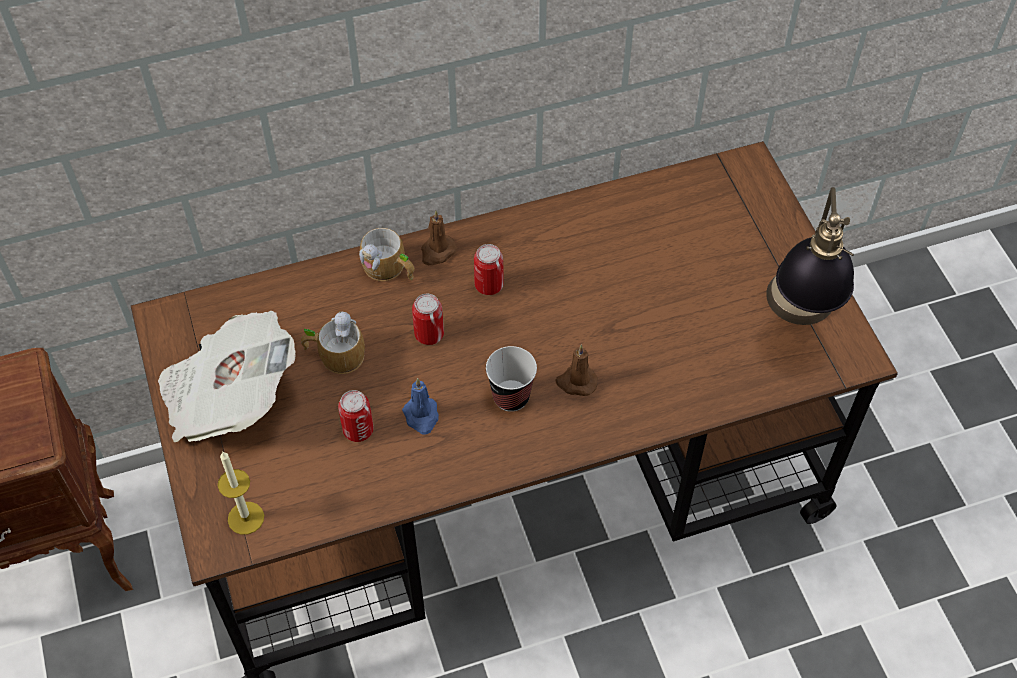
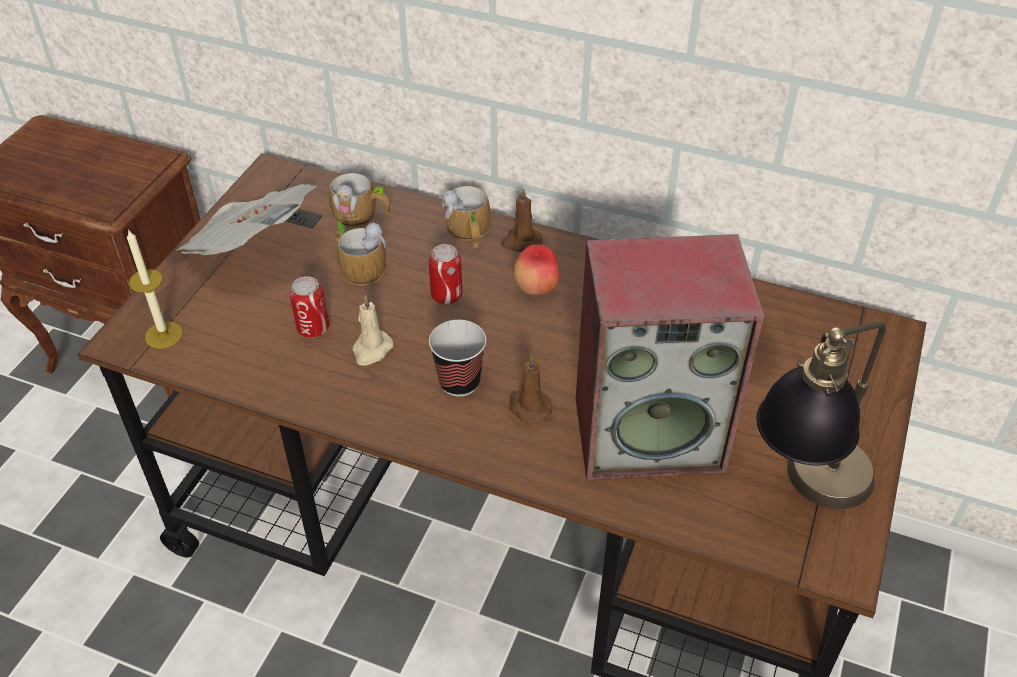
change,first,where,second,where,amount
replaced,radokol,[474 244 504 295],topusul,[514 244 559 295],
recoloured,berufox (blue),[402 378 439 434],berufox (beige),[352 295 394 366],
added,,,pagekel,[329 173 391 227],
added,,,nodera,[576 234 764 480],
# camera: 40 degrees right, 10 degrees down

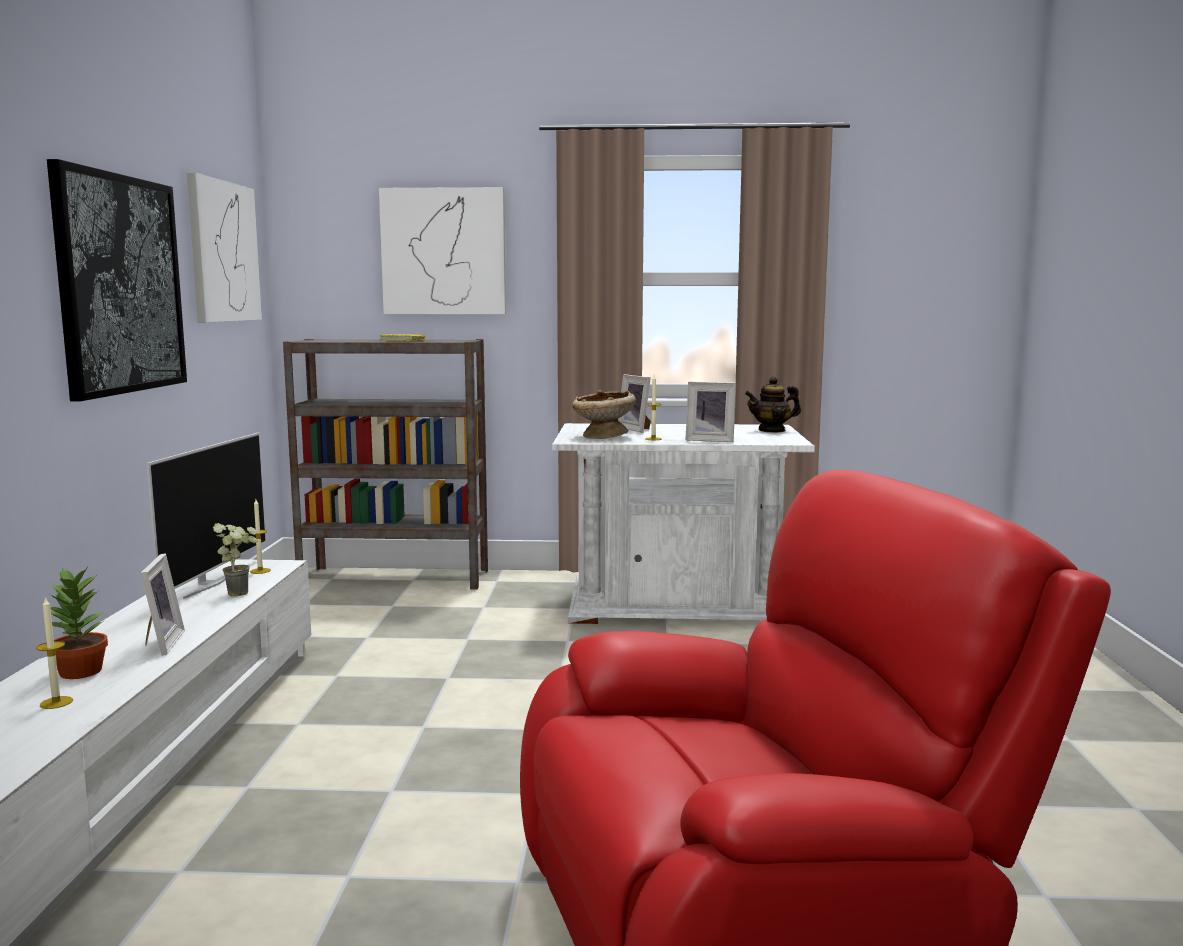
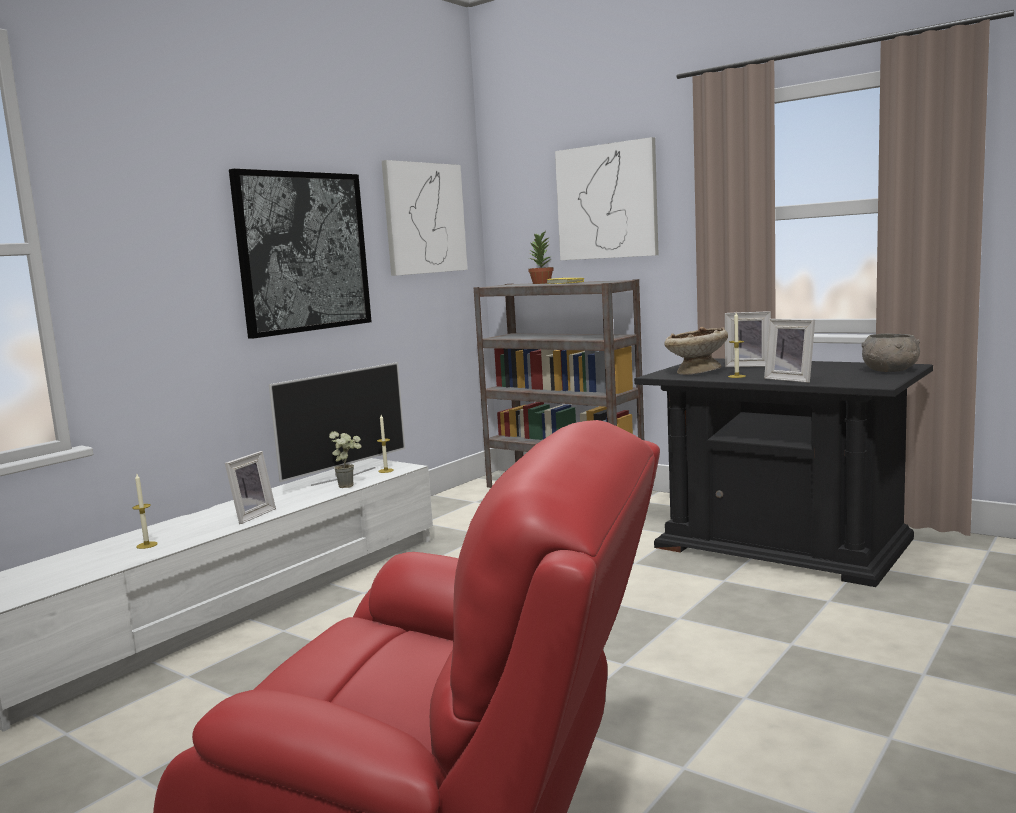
change,first,where,second,where,amount
turned,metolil,[618 374 651 432],,[725 311 771 367],75 degrees counterclockwise
replaced,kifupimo,[745 376 801 433],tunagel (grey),[861 334 920 372],
recoloured,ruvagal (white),[552 423 815 624],ruvagal (black),[634 358 933 587],
moved,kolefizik,[50 566 108 679],,[528 232 554 284],
# camera: 35 degrees right, 0 degrees up

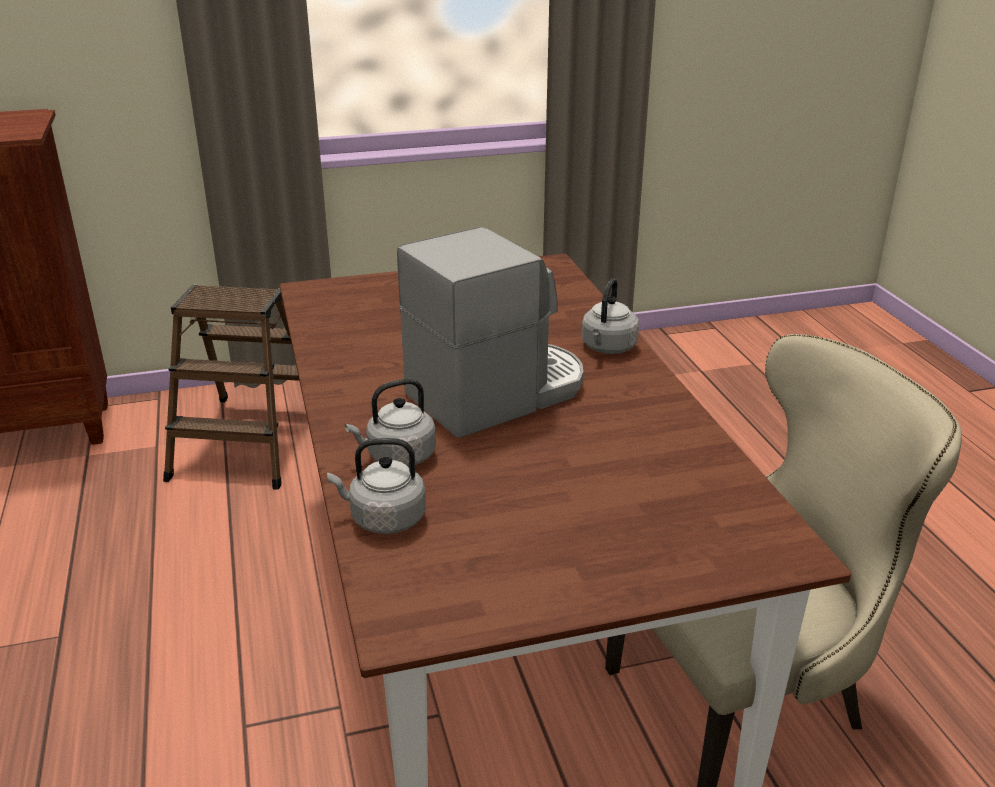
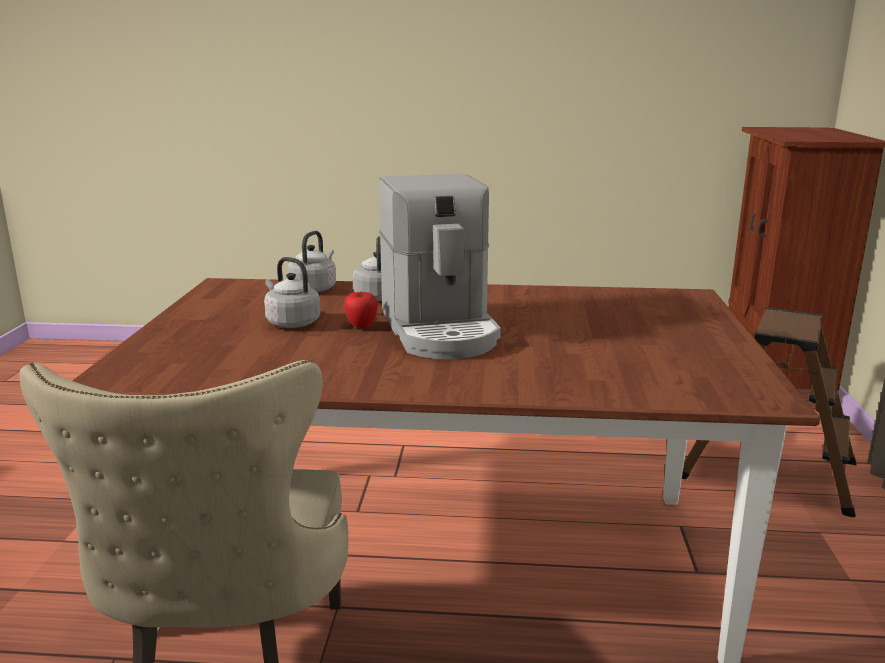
change,first,where,second,where,amount
moved,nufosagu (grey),[582 278 639 354],,[264 257 320 328],
added,,,topusul,[344 292 378 328],
# camera: 110 degrees right, 10 degrees down

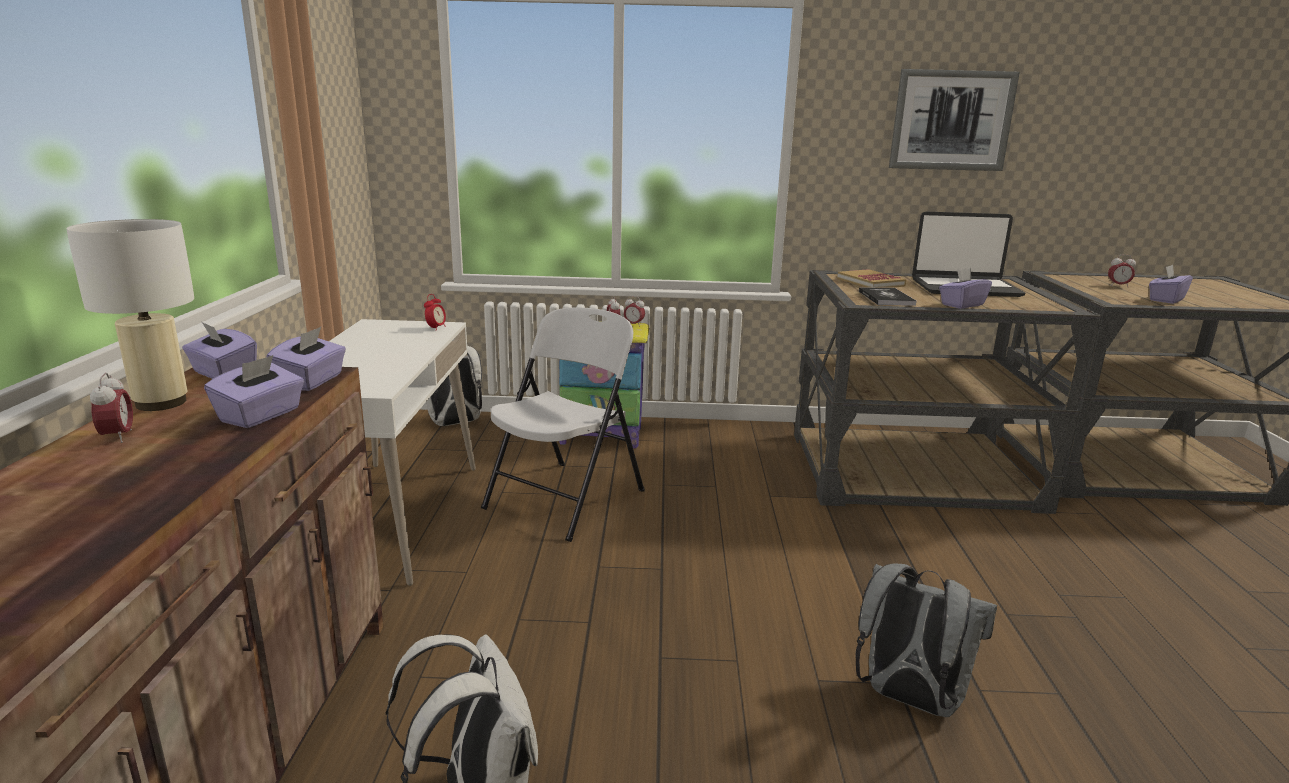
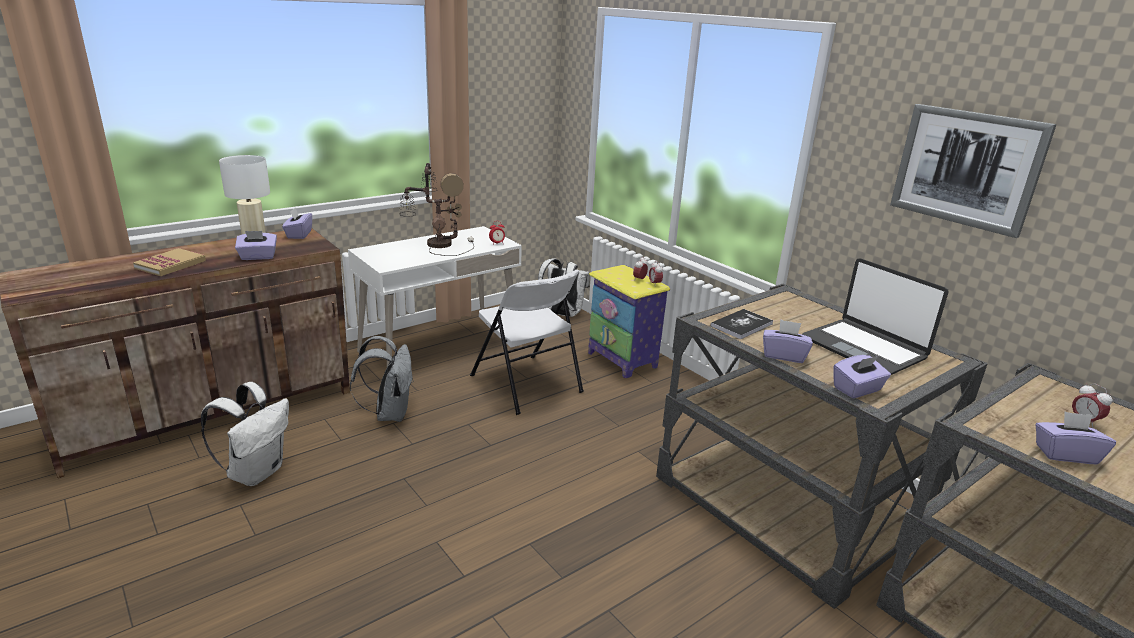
change,first,where,second,where,amount
moved,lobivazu,[837 269 906 288],,[133 248 206 276],
turned,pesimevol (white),[481 307 645 542],,[470 269 584 415],60 degrees clockwise
moved,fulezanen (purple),[267 327 346 391],,[833 355 891 398],
removed,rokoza,[90 373 133 443],,,
moved,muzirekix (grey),[855 563 997 717],,[350 336 414 422],
added,,,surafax,[400 163 474 256],
# camera: 50 degrees right, 5 degrees up

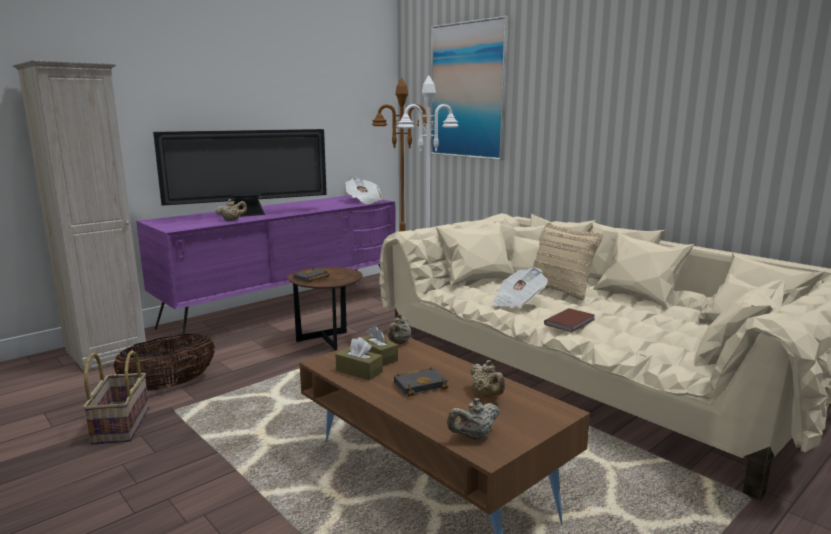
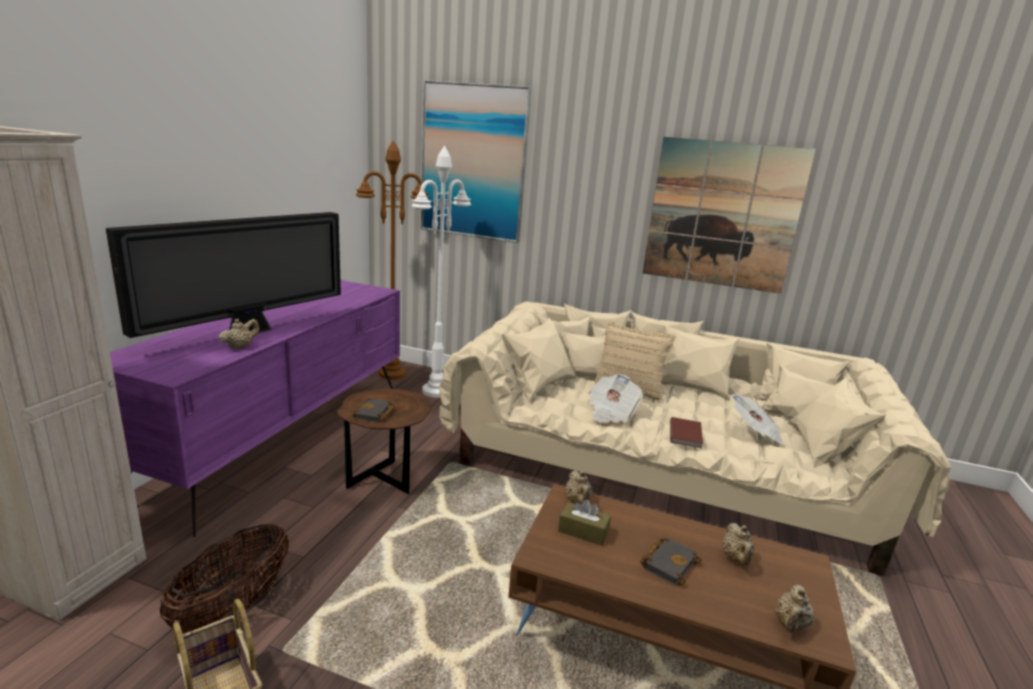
change,first,where,second,where,amount
moved,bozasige,[345 178 383 204],,[732 394 784 445],
removed,fulezanen (brown),[336 337 383 380],,,
turned,kifupimo (beige),[470 360 505 397],,[722 523 754 566],60 degrees clockwise
added,,,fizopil,[642 137 816 294],
# camera: 30 degrees left, 5 degrees up

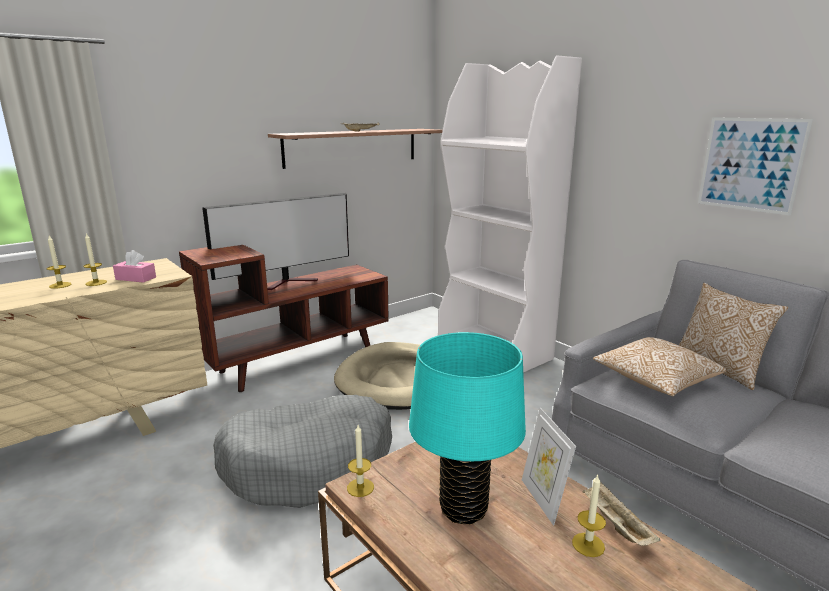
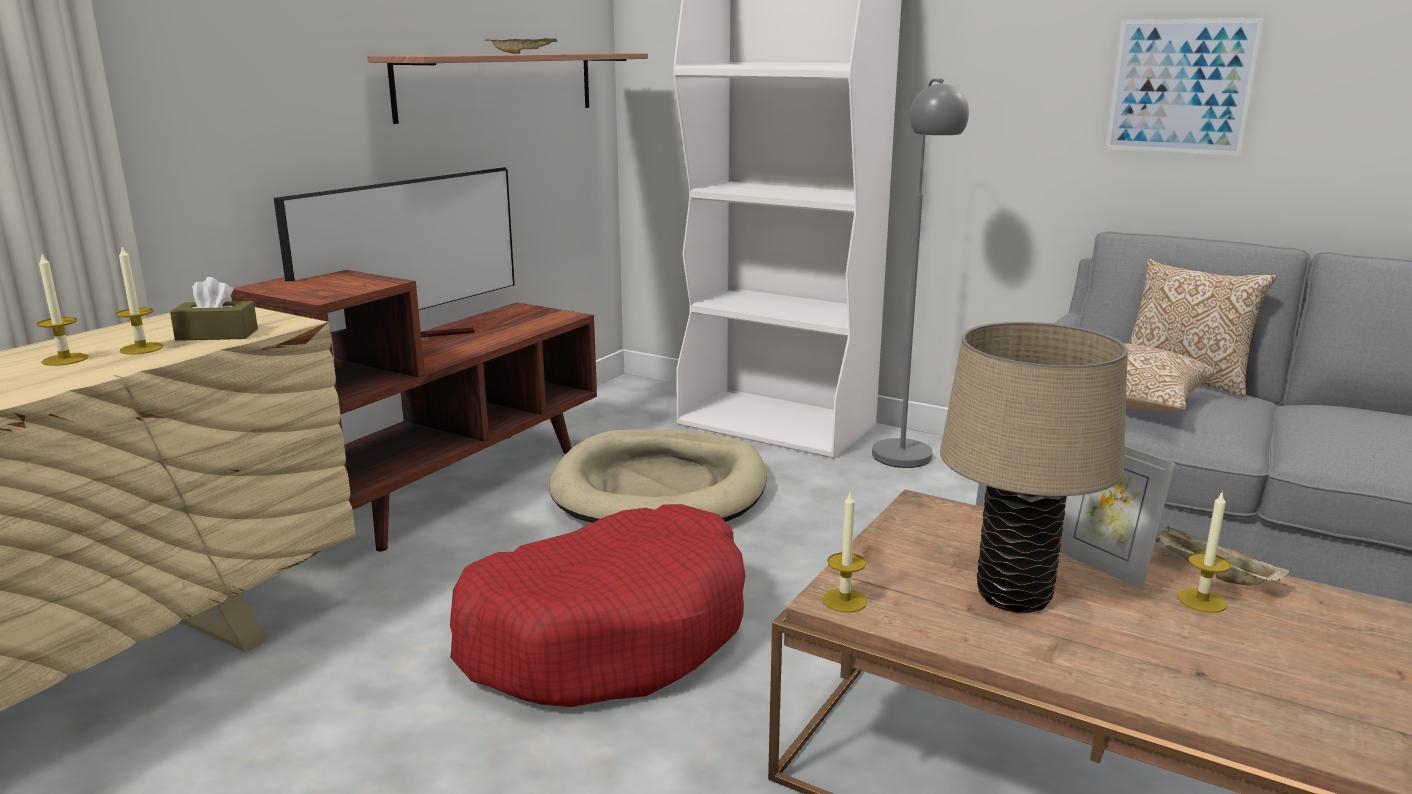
change,first,where,second,where,amount
recoloured,fulezanen (pink),[113 250 156 283],fulezanen (brown),[170 277 258 341],
recoloured,surafax (turquoise),[409 332 526 525],surafax (beige),[940 322 1128 613],
recoloured,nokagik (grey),[213 395 392 508],nokagik (red),[450 504 746 707],
added,,,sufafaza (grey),[872 78 969 468],
# camera: 20 degrees left, 0 degrees up

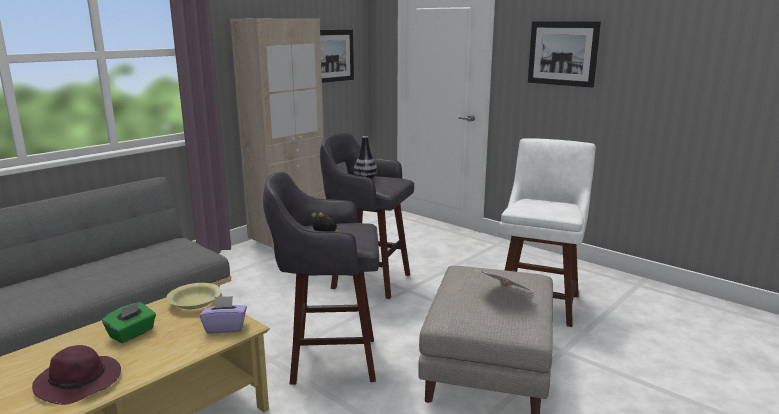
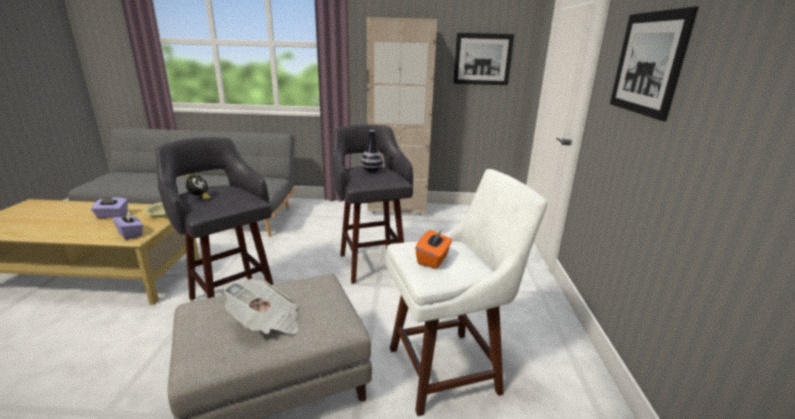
change,first,where,second,where,amount
recoloured,fulezanen (green),[102 302 156 343],fulezanen (purple),[91 197 128 218],
removed,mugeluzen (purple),[32 345 121 405],,,
added,,,fulezanen (orange),[415 229 452 269],
# camera: 50 degrees right, 5 degrees up

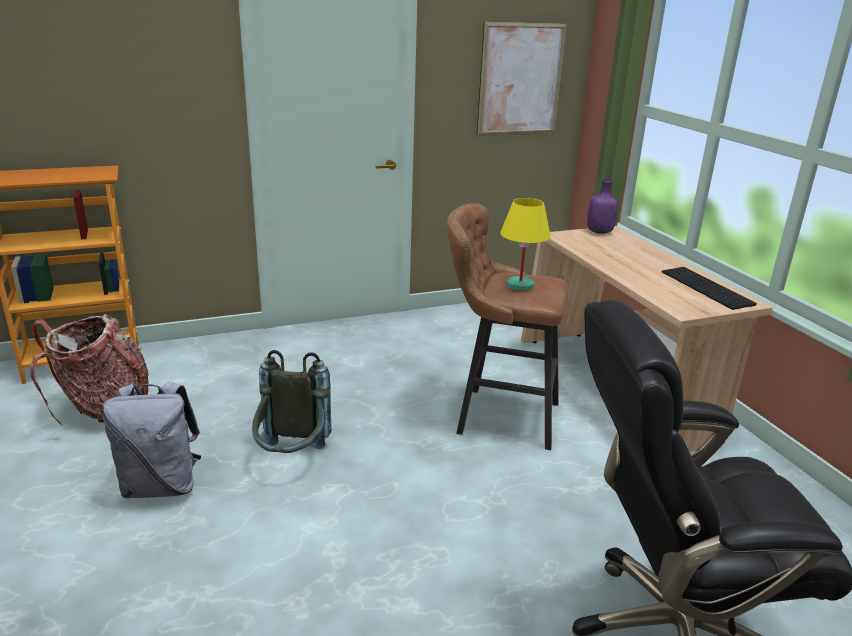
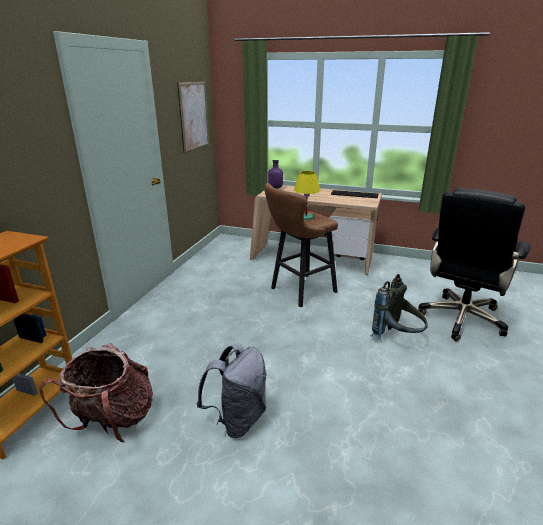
change,first,where,second,where,amount
moved,muzirekix (grey),[252 350 331 453],,[370 274 428 340],
# camera: 50 degrees left, 0 degrees up

